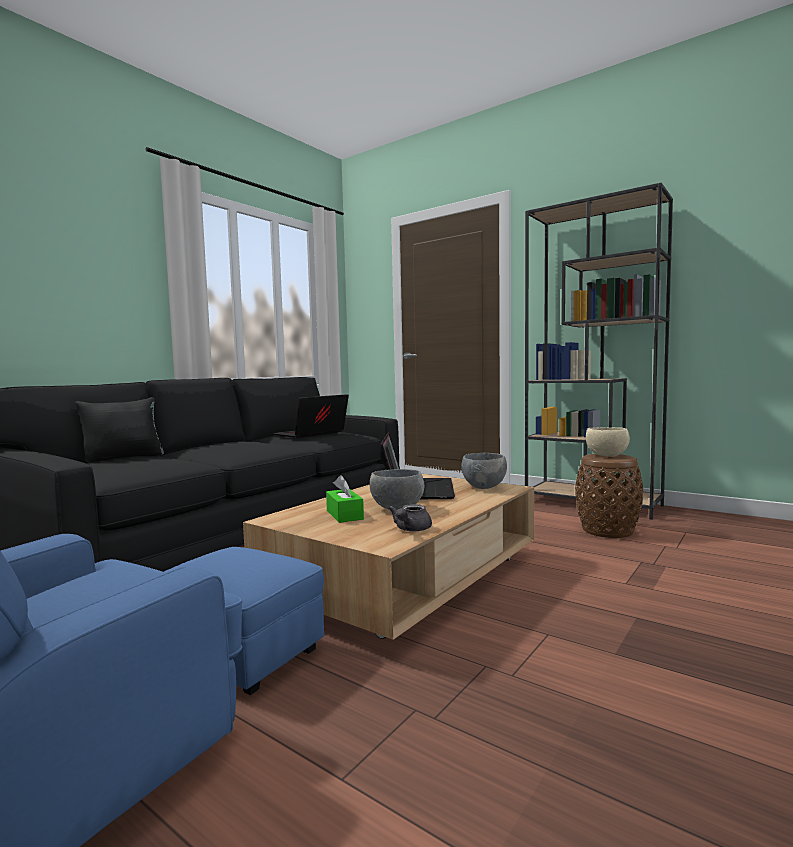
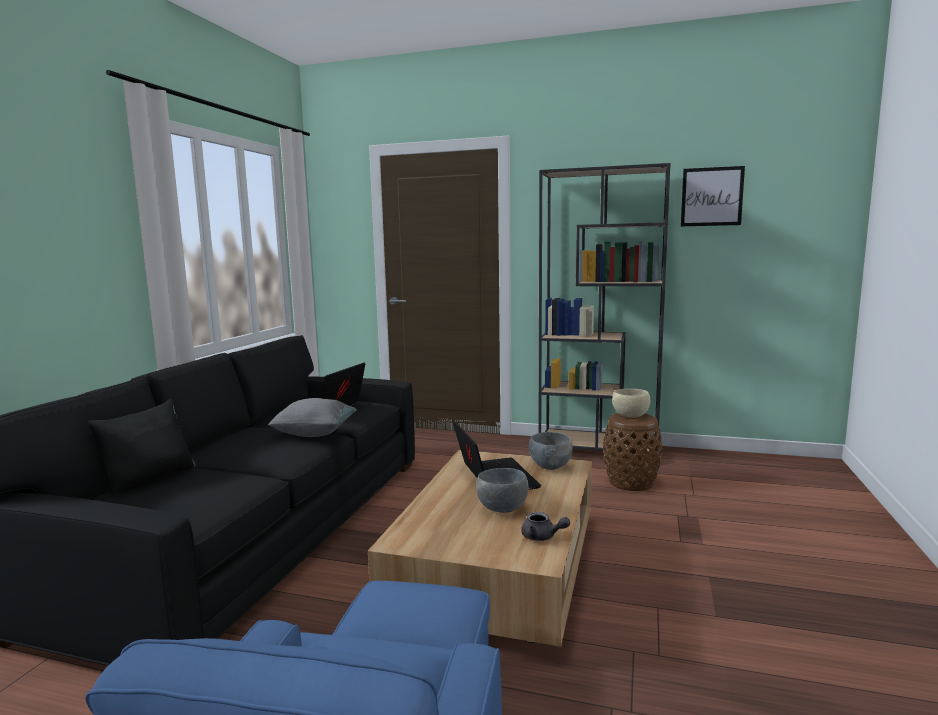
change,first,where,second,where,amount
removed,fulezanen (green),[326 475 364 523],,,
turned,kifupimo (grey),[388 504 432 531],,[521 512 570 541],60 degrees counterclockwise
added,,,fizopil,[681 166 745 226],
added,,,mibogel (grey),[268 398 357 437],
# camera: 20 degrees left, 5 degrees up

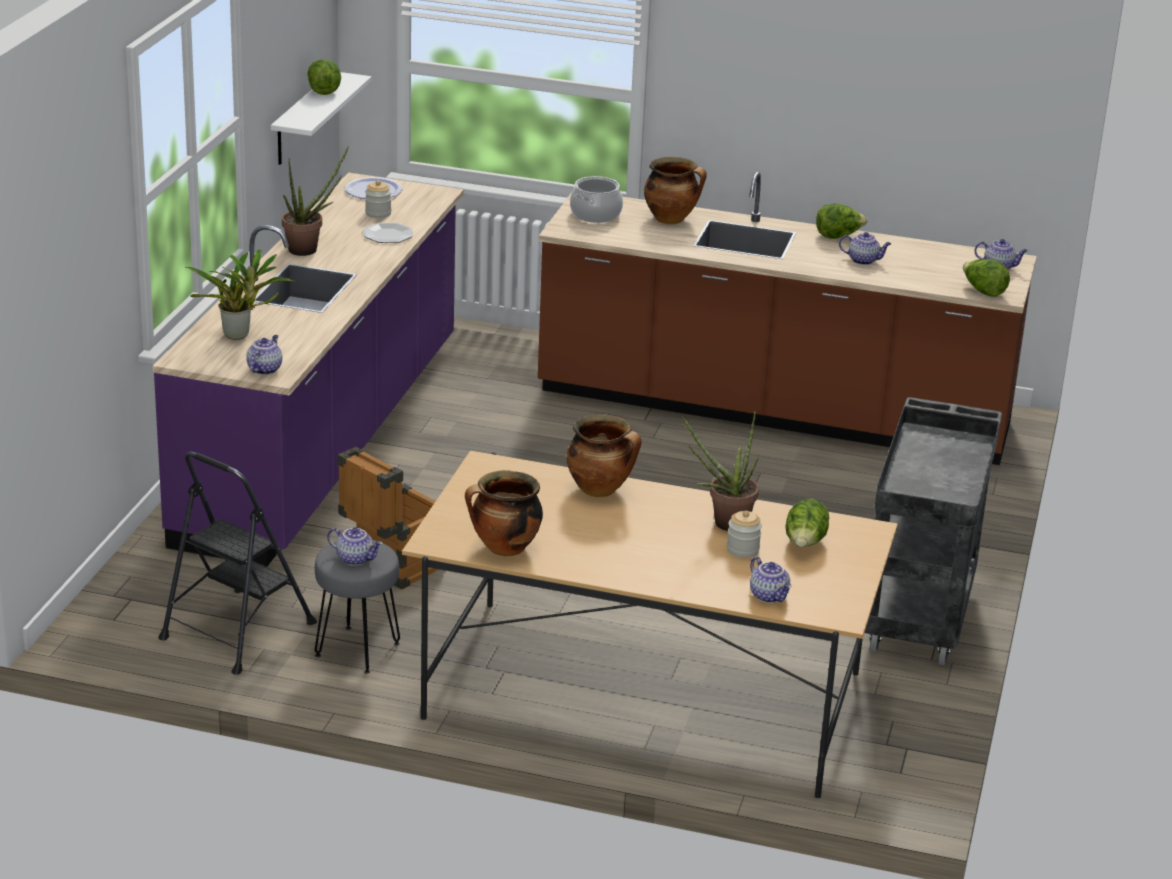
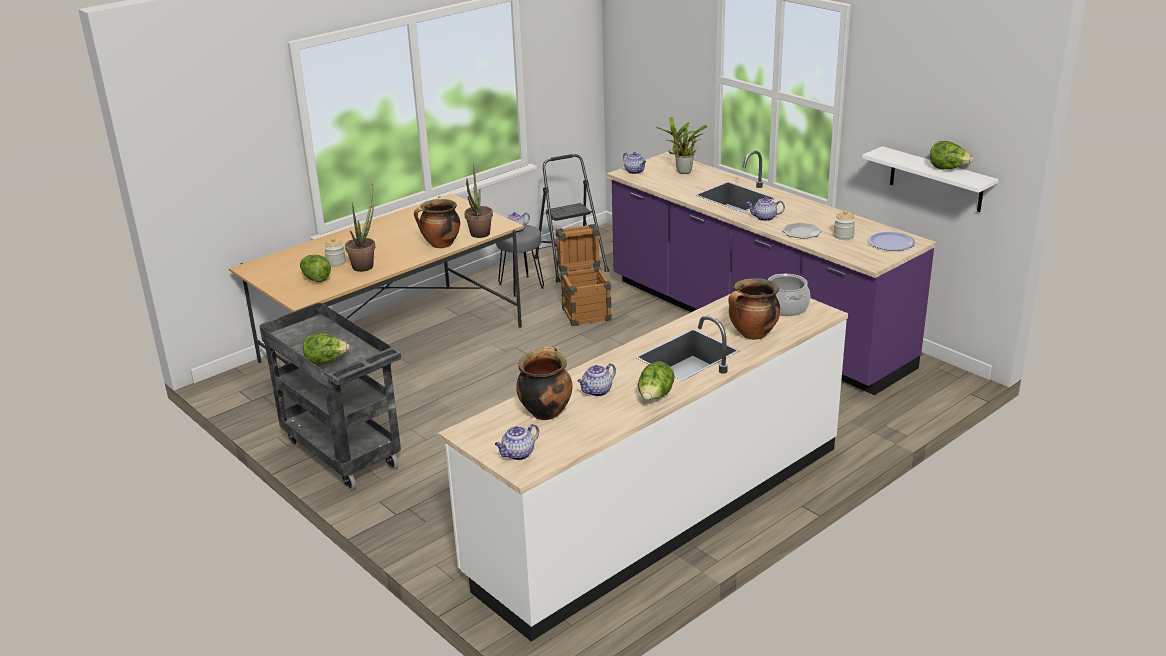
change,first,where,second,where,amount
moved,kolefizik,[282 146 349 256],,[464 163 493 238],
recoloured,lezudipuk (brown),[538 171 1037 465],lezudipuk (white),[438 294 848 641],
moved,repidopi,[963 259 1010 297],,[303 333 350 364],
moved,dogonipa,[465 470 543 556],,[516 346 573 420],
moved,kifupimo,[750 557 791 603],,[747 197 785 221],
# camera: 125 degrees right, 0 degrees up

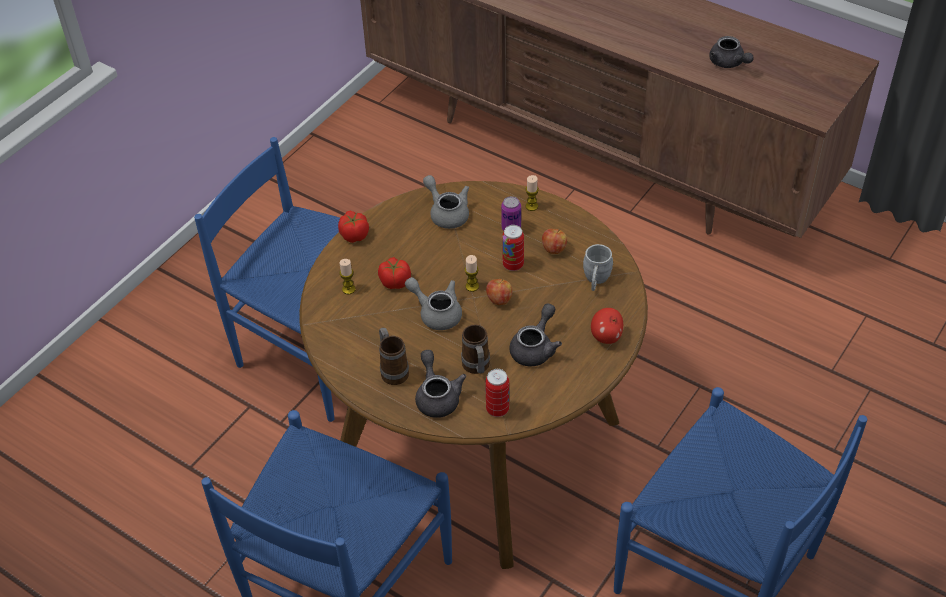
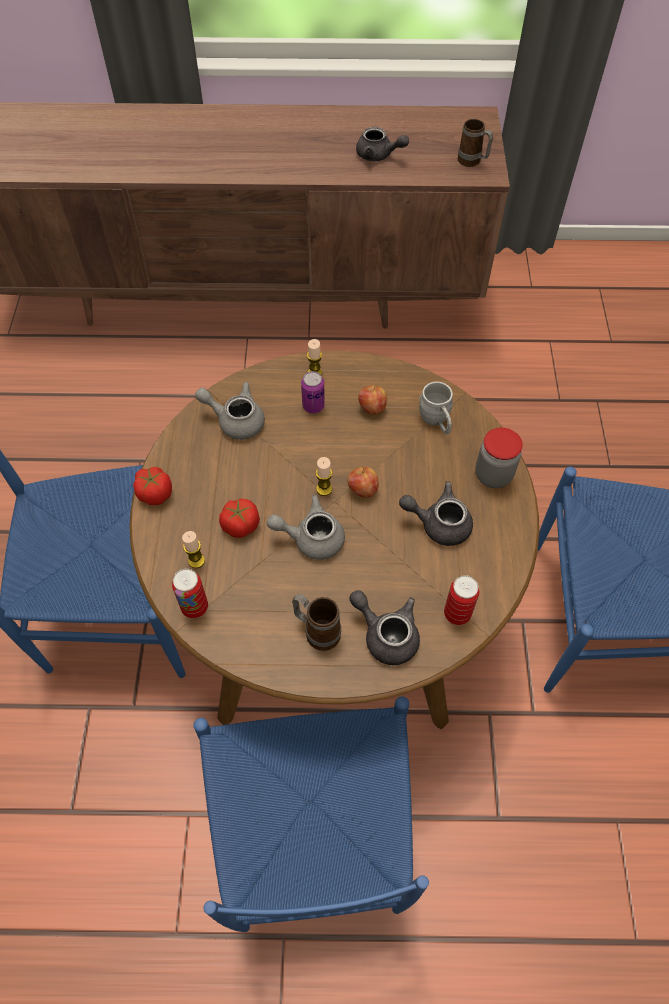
change,first,where,second,where,amount
moved,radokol,[502 225 524 271],,[172 569 208 619],
turned,kifupimo (grey),[509 303 562 366],,[399 481 473 546],75 degrees counterclockwise
replaced,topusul,[591 308 623 344],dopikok,[475 428 523 488],
moved,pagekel,[461 324 490 374],,[458 119 493 167],
# camera: 35 degrees left, 10 degrees up

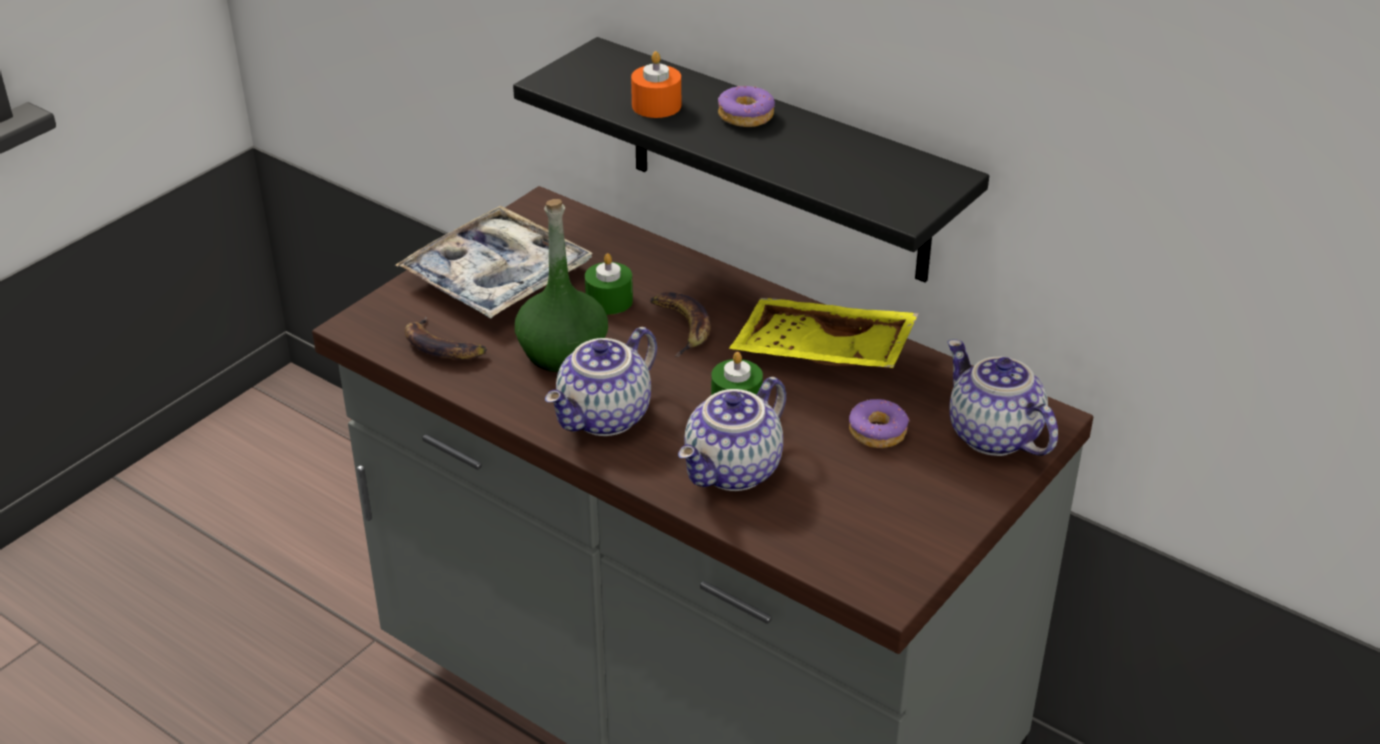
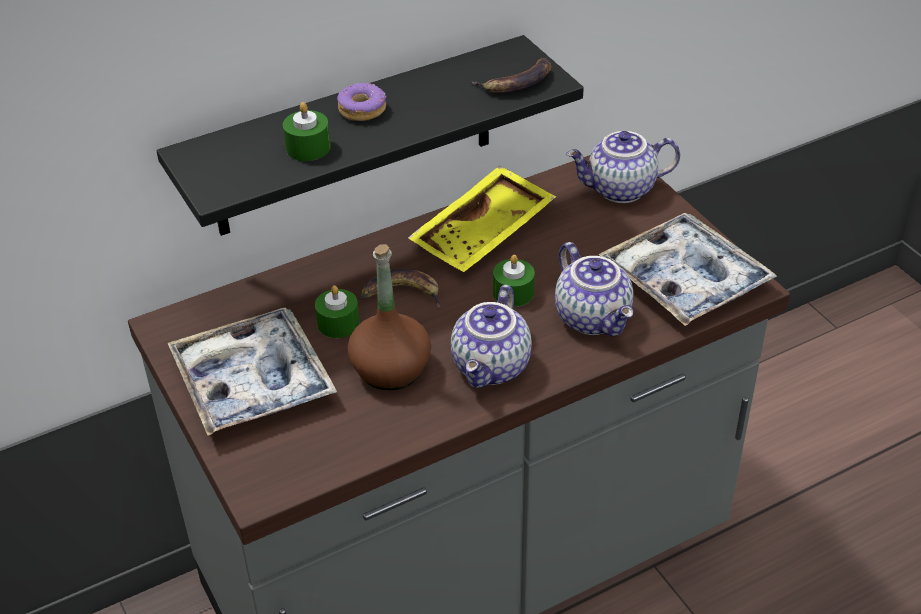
change,first,where,second,where,amount
recoloured,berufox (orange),[631 51 681 118],berufox (green),[283 102 331 161],
recoloured,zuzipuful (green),[515 199 608 372],zuzipuful (brown),[347 244 431 390],
moved,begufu,[405 317 487 360],,[472 57 551 93],
turned,kifupimo,[545 327 657 436],,[451 285 532 388],45 degrees clockwise
removed,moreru,[849 399 910 448],,,
added,,,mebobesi,[598 213 777 326],
# camera: 65 degrees left, 5 degrees up

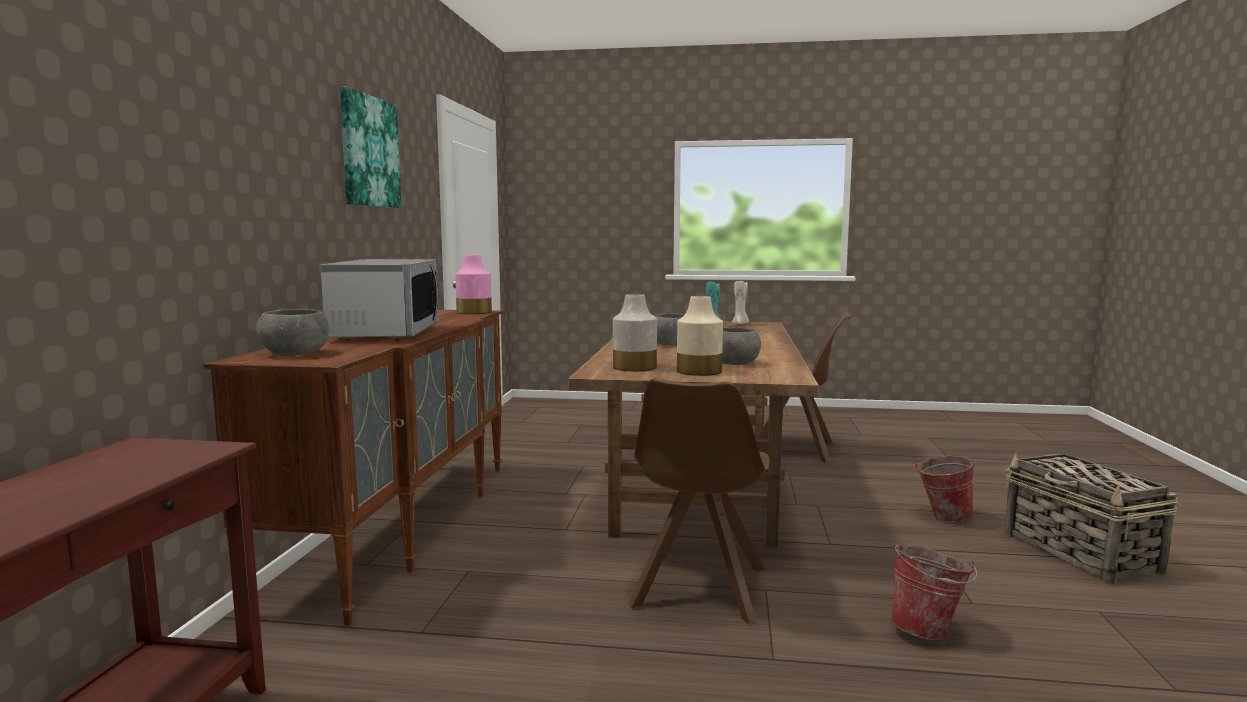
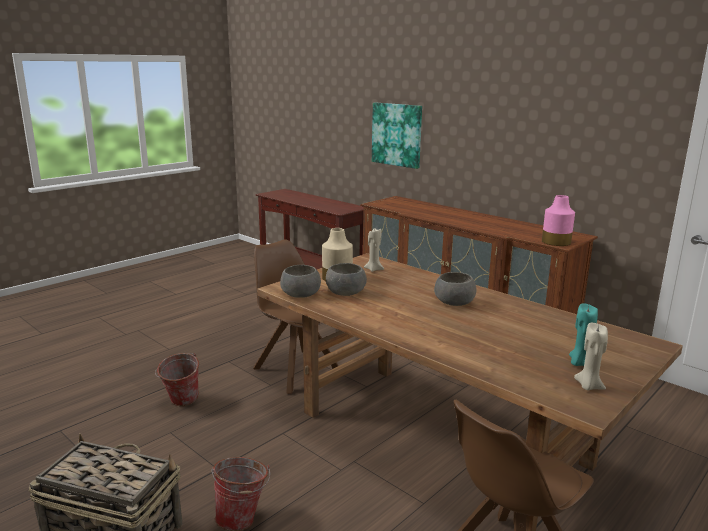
change,first,where,second,where,amount
moved,fizopil,[340 86 401 208],,[372 103 422 169],
removed,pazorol,[320 259 438 340],,,
replaced,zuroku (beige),[613 294 657 371],berufox (beige),[364 228 384 272],
moved,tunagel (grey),[256 309 329 356],,[280 265 321 298],
# camera: 125 degrees right, 10 degrees up

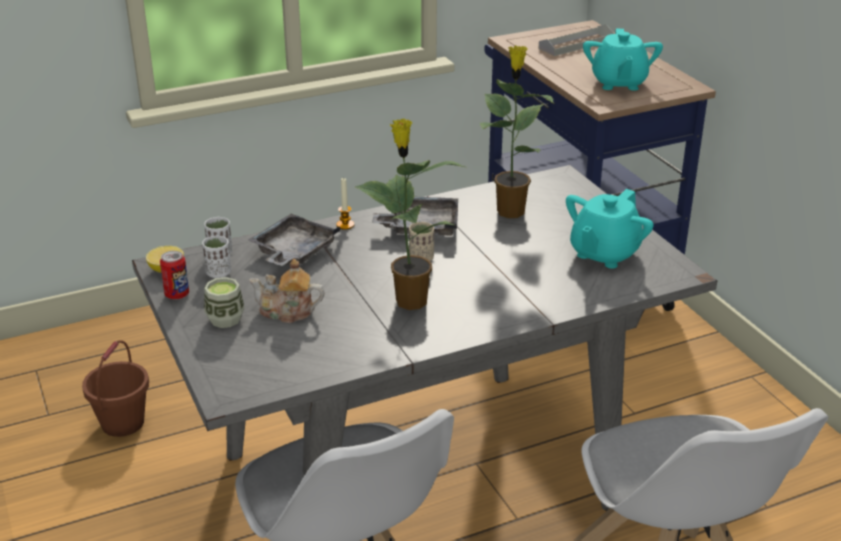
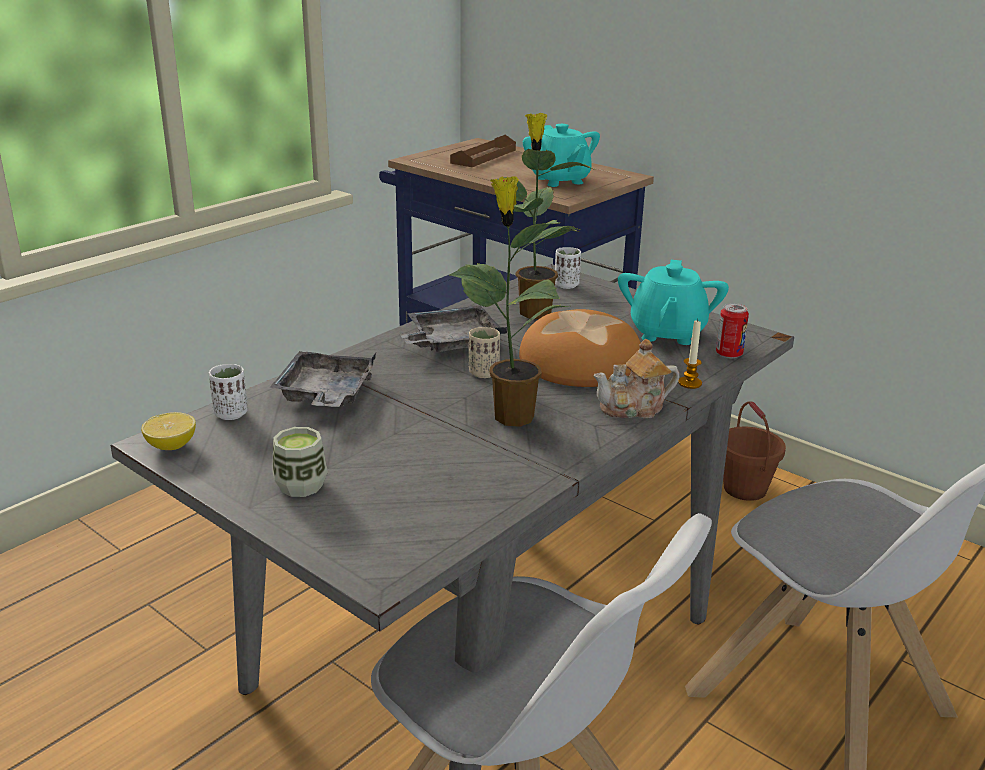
change,first,where,second,where,amount
recoloured,mebobesi (grey),[538 24 614 56],mebobesi (brown),[450 135 516 167],
moved,berufox,[336 177 354 230],,[678 319 702 389],
moved,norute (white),[202 236 231 278],,[555 247 581 289],
moved,radokol,[160 251 189 300],,[716 303 749 358],
moved,kifupimo,[249 259 325 323],,[593 339 679 418],
moved,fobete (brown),[82 340 149 437],,[723 401 786 501],
added,,,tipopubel,[519 309 641 387],
# camera: 25 degrees left, 5 degrees down

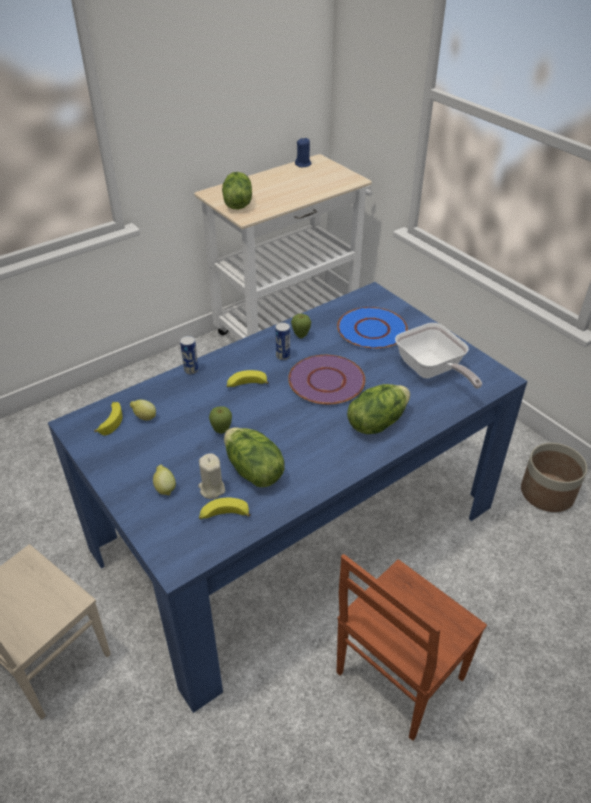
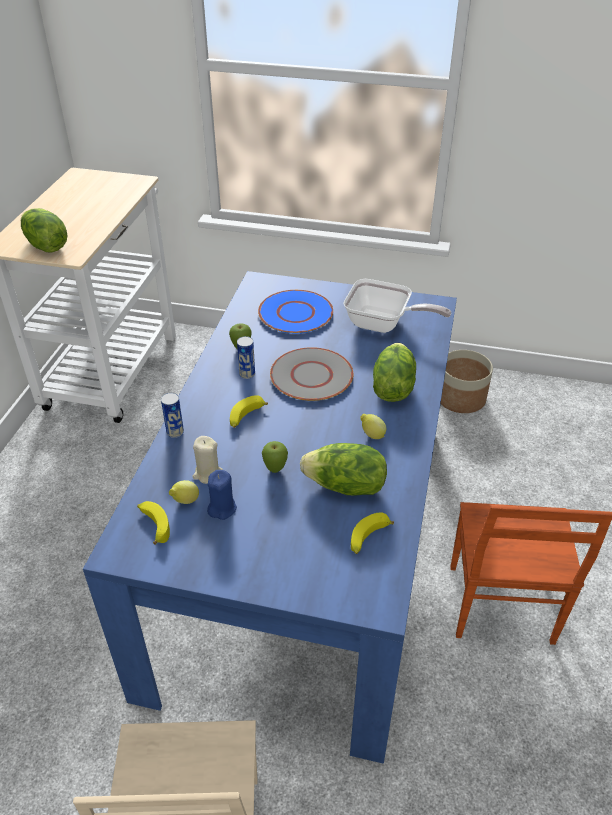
change,first,where,second,where,amount
moved,berufox (blue),[295 138 312 167],,[207 470 237 520],
recoloured,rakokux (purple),[288 355 365 405],rakokux (grey),[270 347 353 401],
moved,berufox (beige),[198 453 225 499],,[193 436 223 484],
moved,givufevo,[153 465 176 495],,[360 414 386 439],
# camera: 40 degrees left, 0 degrees up

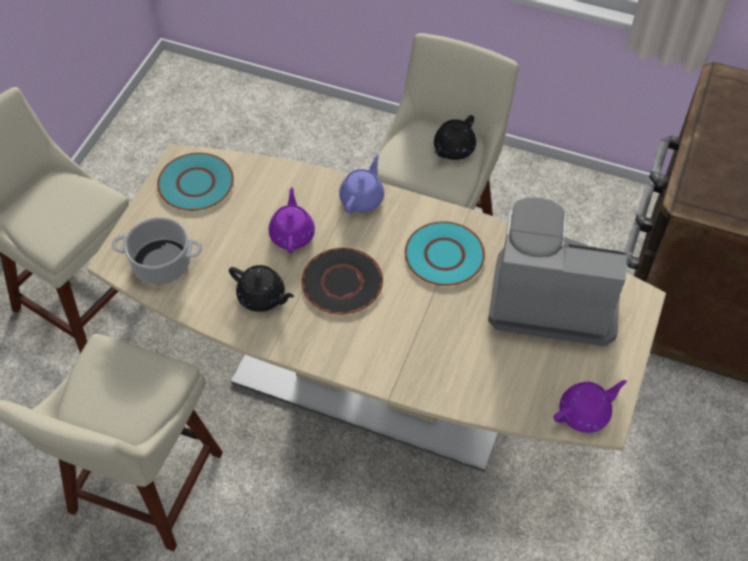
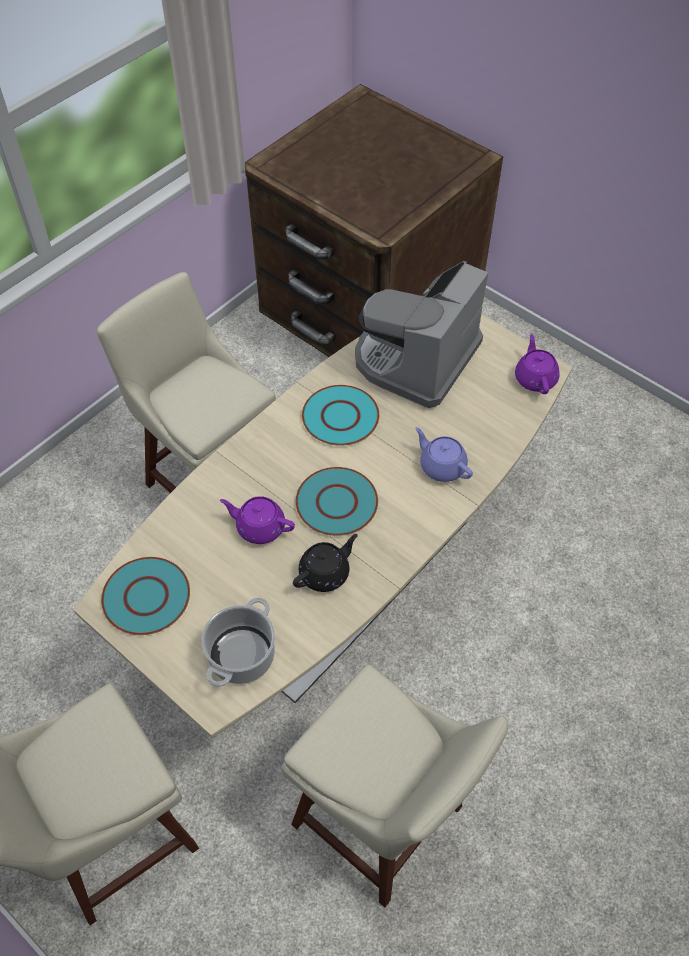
change,first,where,second,where,amount
removed,kifupimo (black),[434 115 476 160],,,
moved,kifupimo (purple),[339 155 384 214],,[415 427 473 482],
recoloured,rakokux (black),[301 248 383 315],rakokux (turquoise),[296 467 378 536],
# camera: 70 degrees left, 0 degrees up

